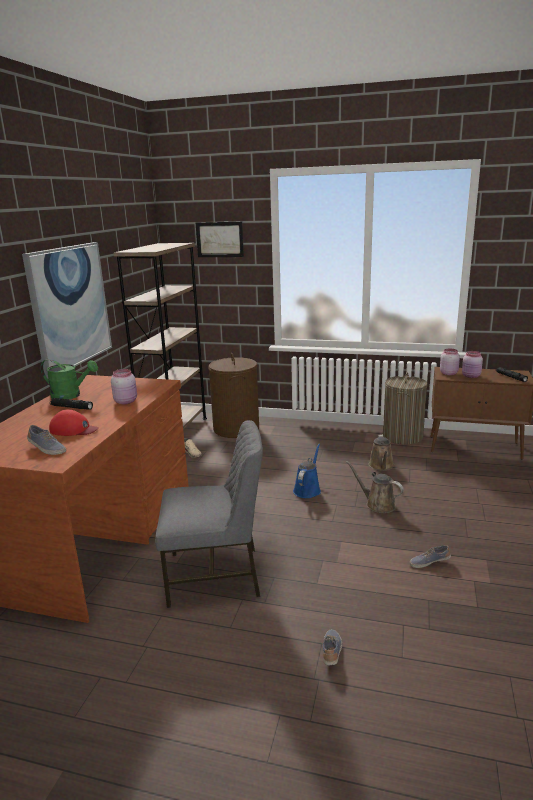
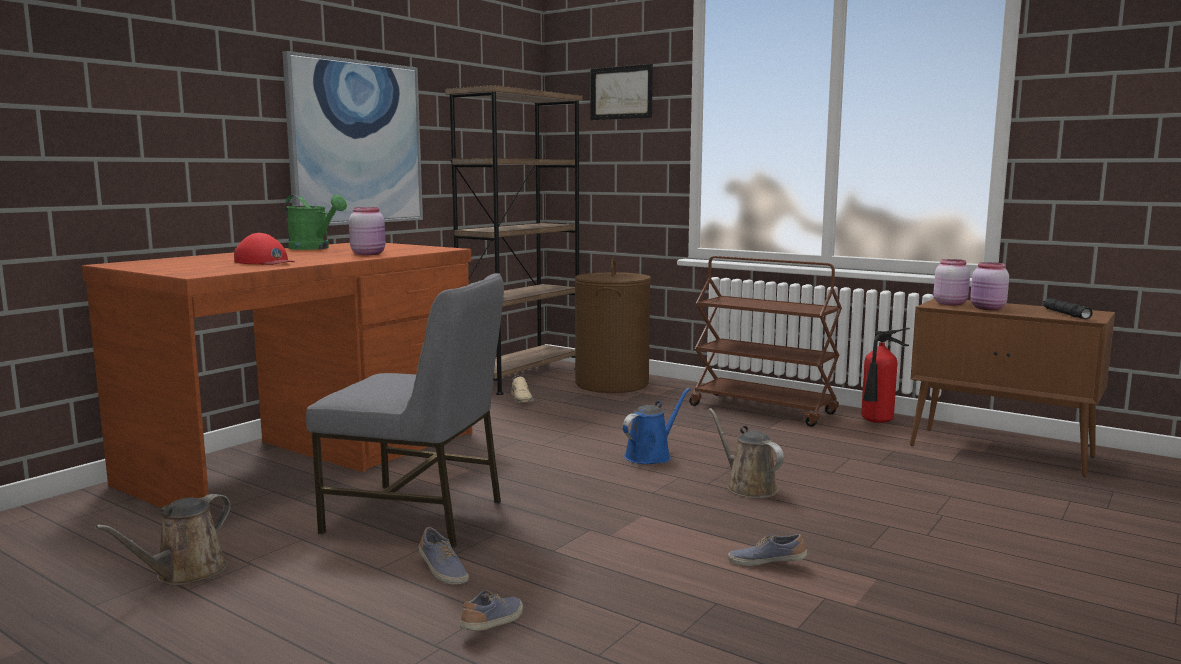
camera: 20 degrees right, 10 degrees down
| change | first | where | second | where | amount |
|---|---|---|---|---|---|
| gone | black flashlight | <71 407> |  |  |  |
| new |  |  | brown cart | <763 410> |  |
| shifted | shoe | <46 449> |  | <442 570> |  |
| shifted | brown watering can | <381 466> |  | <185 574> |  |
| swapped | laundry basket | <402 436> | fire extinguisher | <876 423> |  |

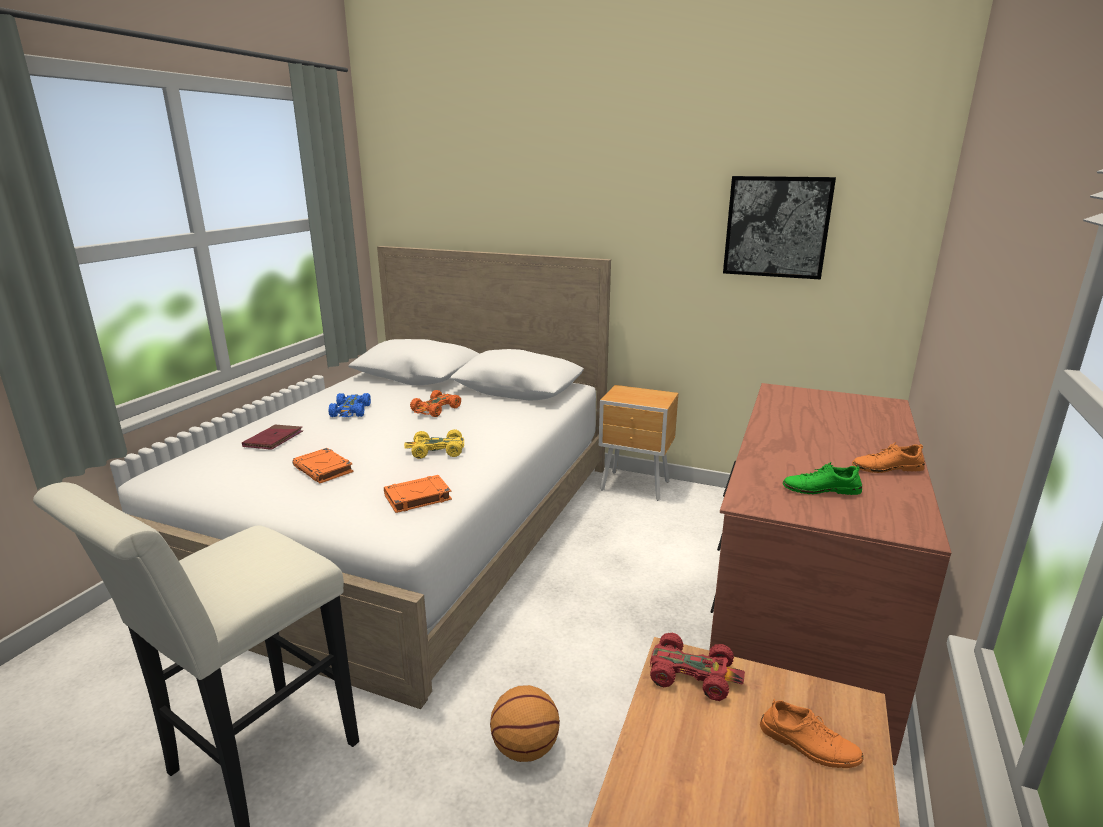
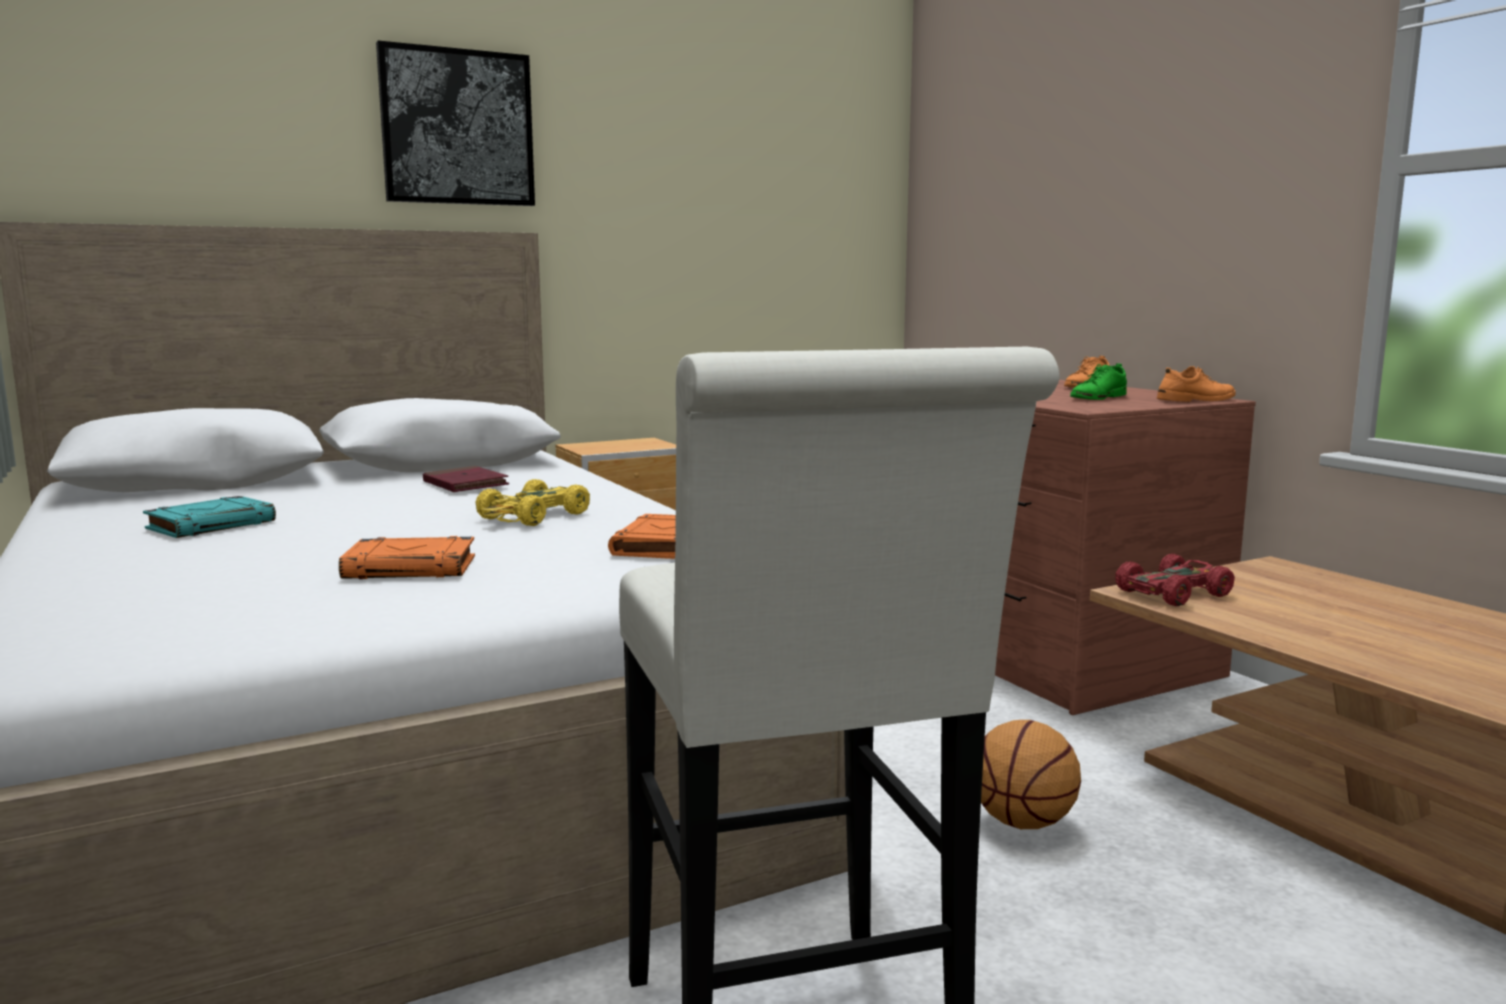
camera: 50 degrees left, 10 degrees down
| change | first | where | second | where | amount |
|---|---|---|---|---|---|
| gone | orange toy car | <435 409> |  |  |  |
| shifted | red book | <273 440> |  | <465 485> |  |
| shifted | picture | <777 227> |  | <457 128> |  |
| shifted | orange shoe | <808 744> |  | <1196 400> |  |
| swapped | blue toy car | <351 411> | turquoise book | <212 525> |  |

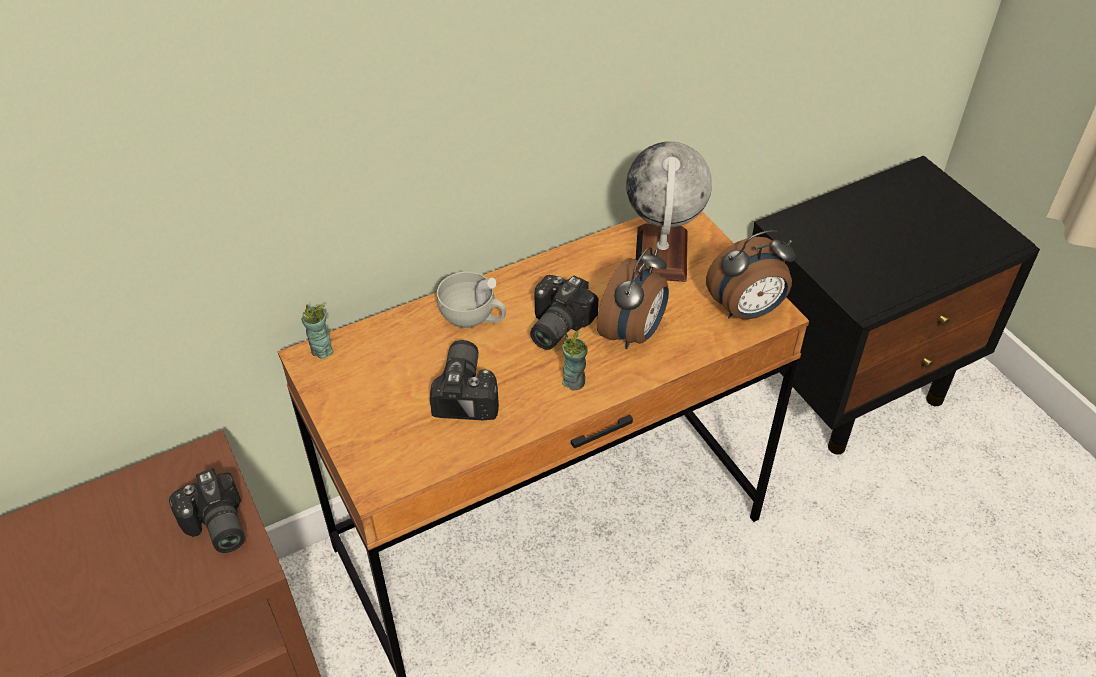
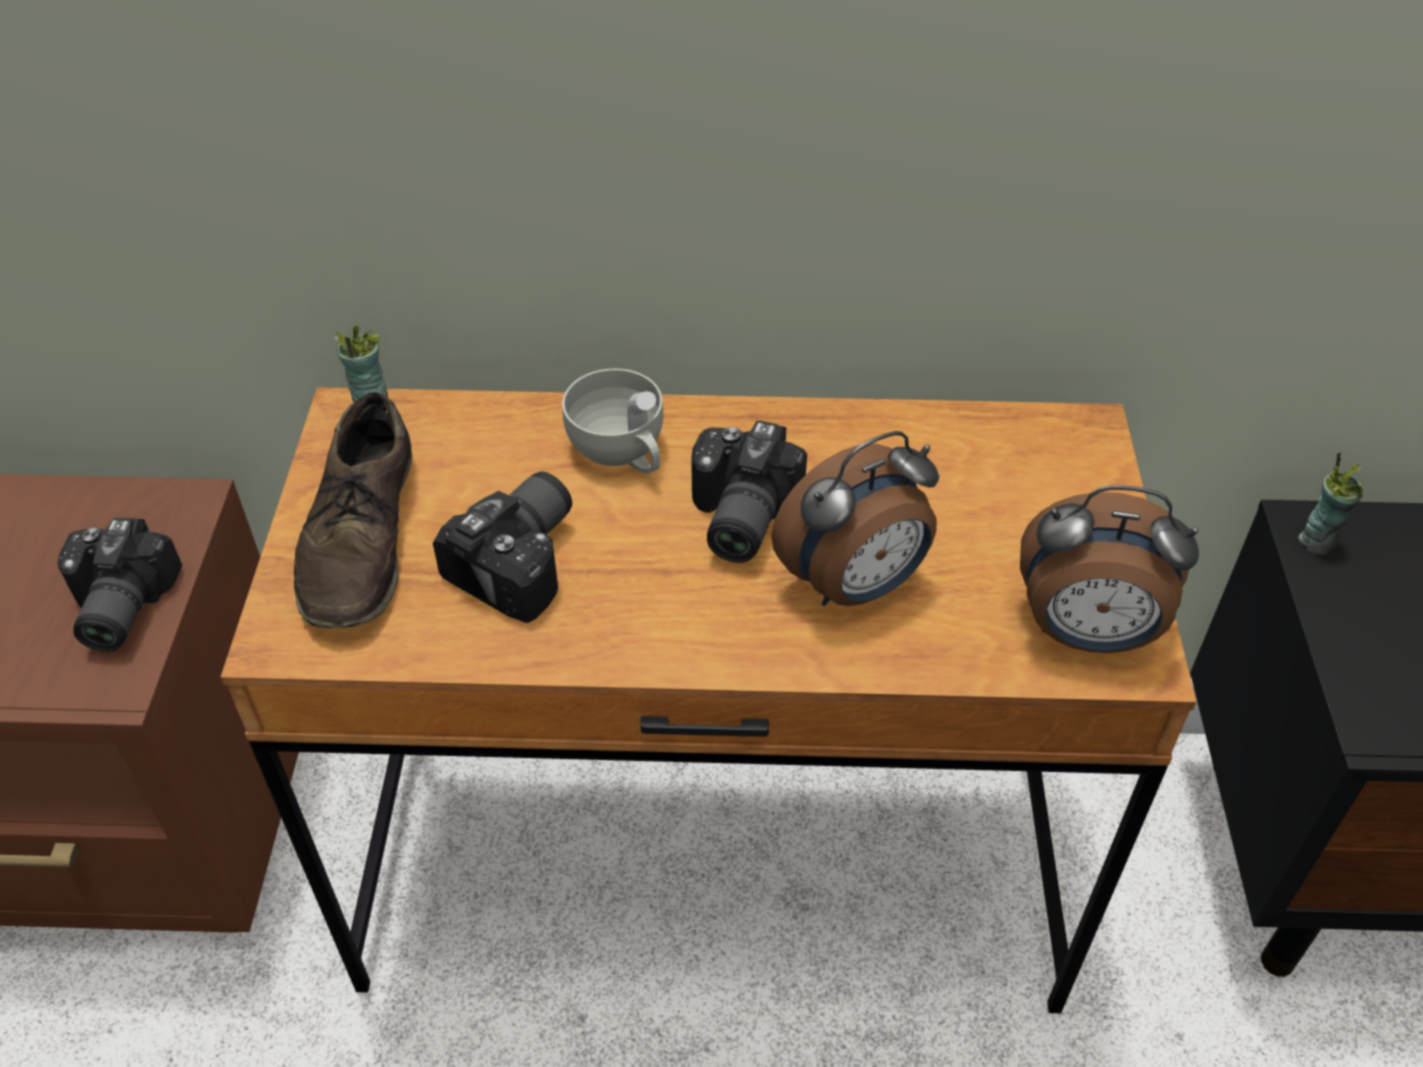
camera: 30 degrees right, 0 degrees up
| change | first | where | second | where | amount |
|---|---|---|---|---|---|
| gone | globe | <661 254> |  |  |  |
| new |  |  | brown shoe | <362 538> |  |
| shifted | cup | <574 381> |  | <1317 541> |  |
| rotated | photo camera | <554 325> |  | <735 517> | 45 degrees counterclockwise |

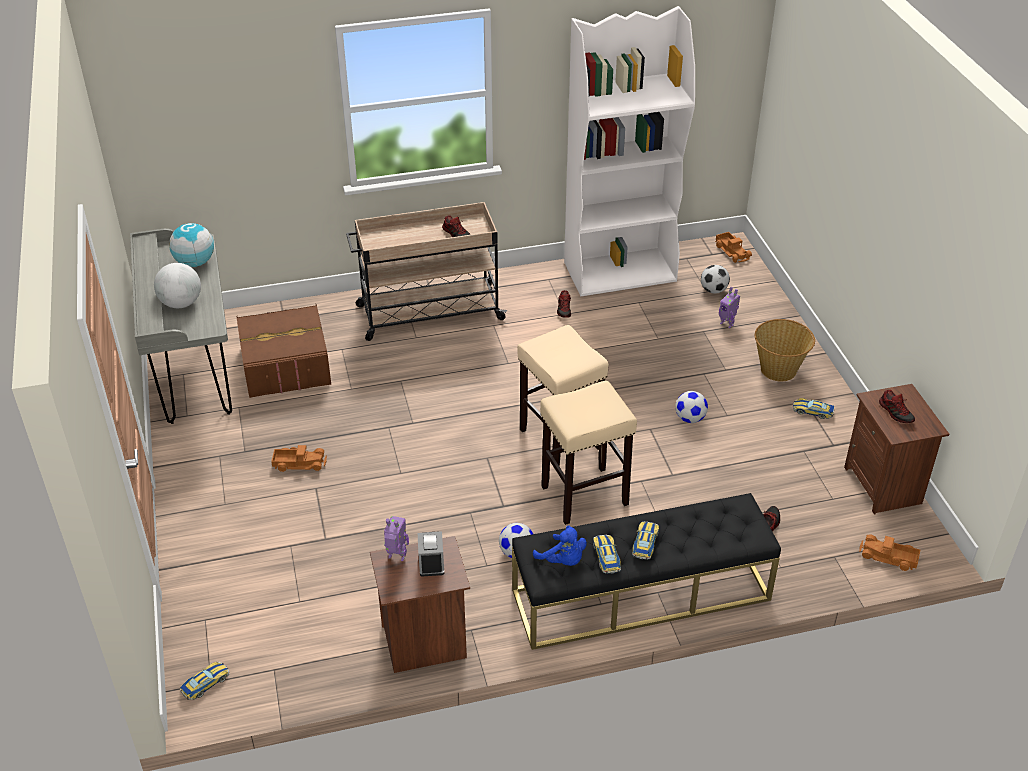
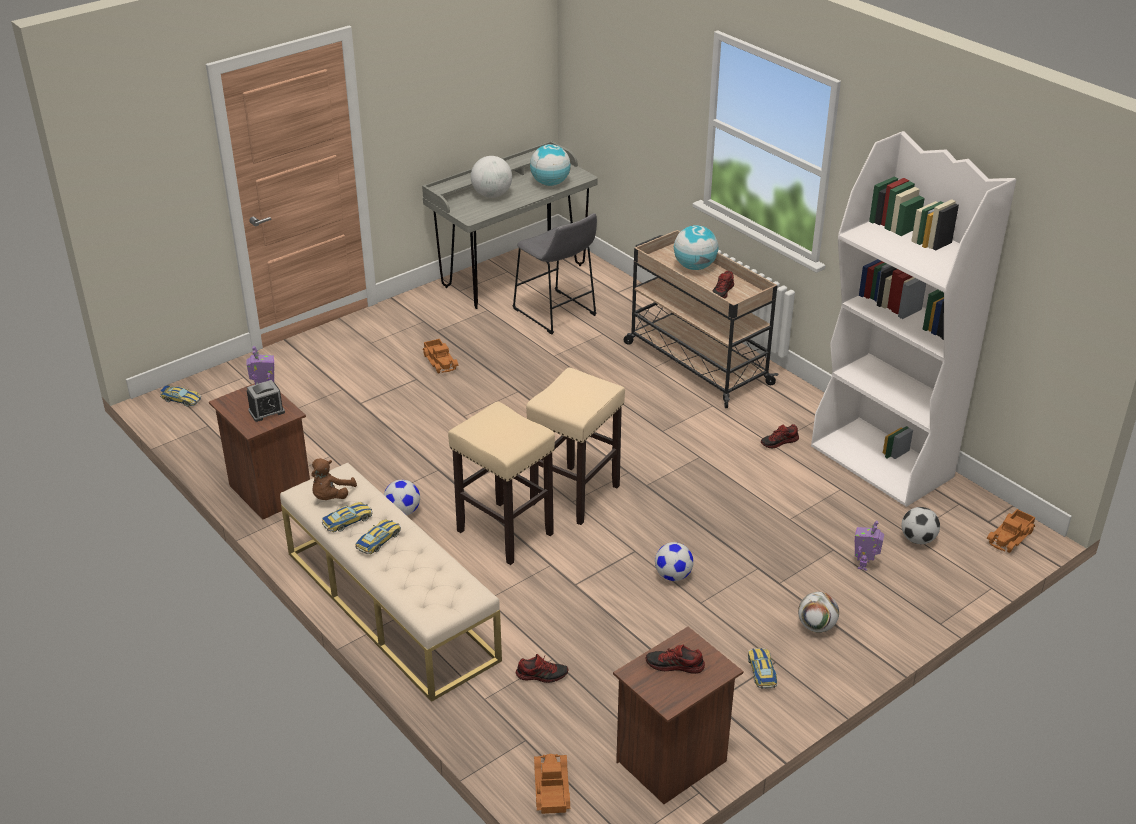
camera: 65 degrees right, 5 degrees down
| change | first | where | second | where | amount |
|---|---|---|---|---|---|
| new |  |  | globe | <694 267> |  |
| swapped | brown storage box | <286 366> | grey stool | <556 314> |  |
| swapped | basket | <779 369> | football | <816 626> |  |
| repainted | black bench | <640 595> | beige bench | <390 605> |  |
| repainted | blue plush toy | <563 560> | brown plush toy | <331 497> |  |
| rotated | toy car | <645 543> |  | <378 540> | 45 degrees counterclockwise |
| rotated | shoe | <896 412> |  | <674 665> | 60 degrees clockwise |

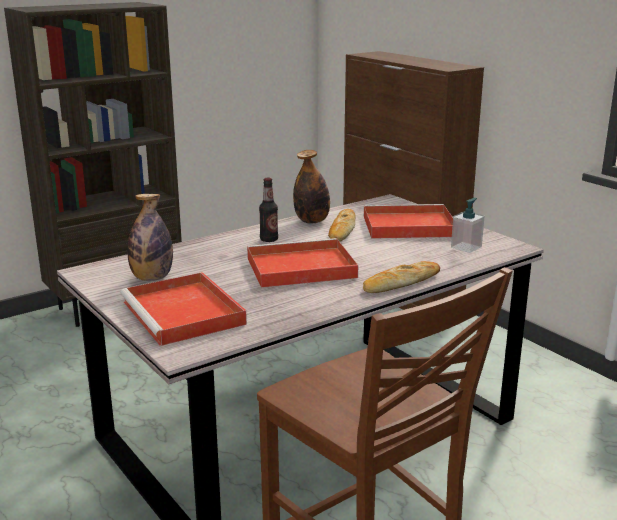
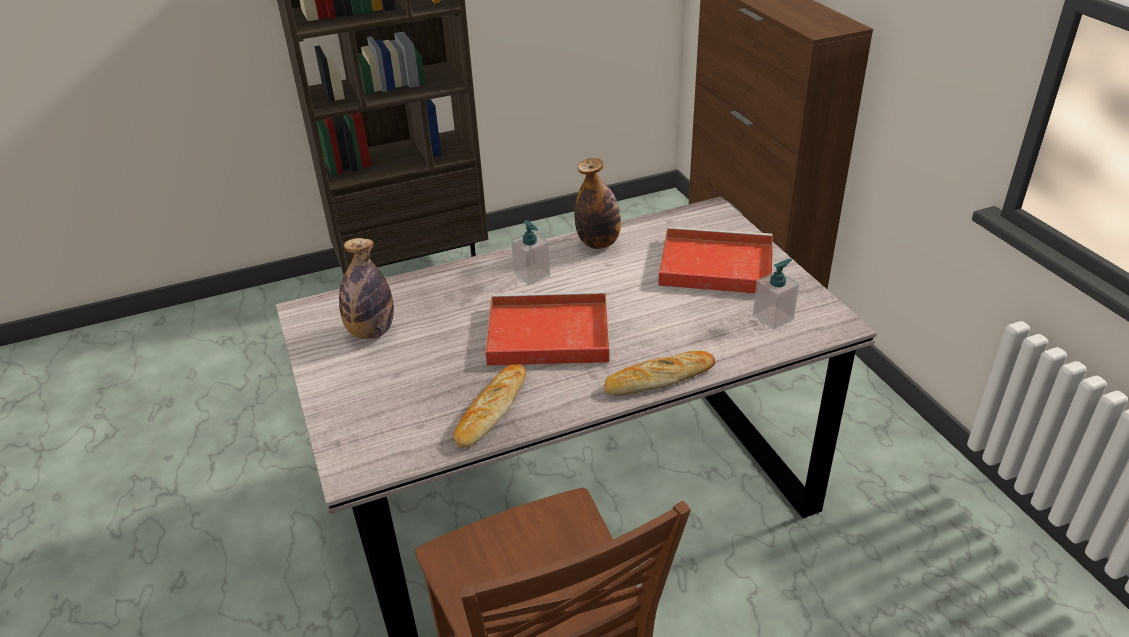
camera: 15 degrees right, 15 degrees up
| change | first | where | second | where | amount |
|---|---|---|---|---|---|
| gone | red tray | <185 314> |  |  |  |
| shifted | bread | <342 229> |  | <491 410> |  |
| swapped | bottle | <269 239> | soap dispenser | <532 274> |  |

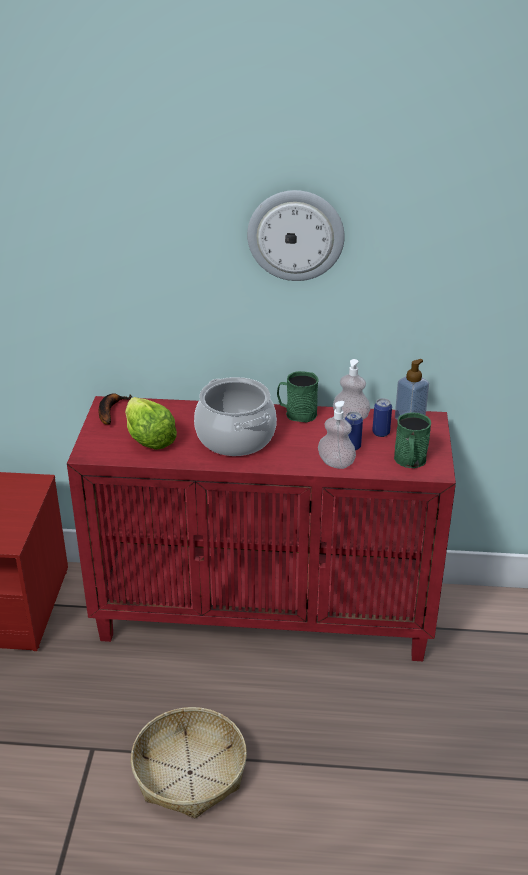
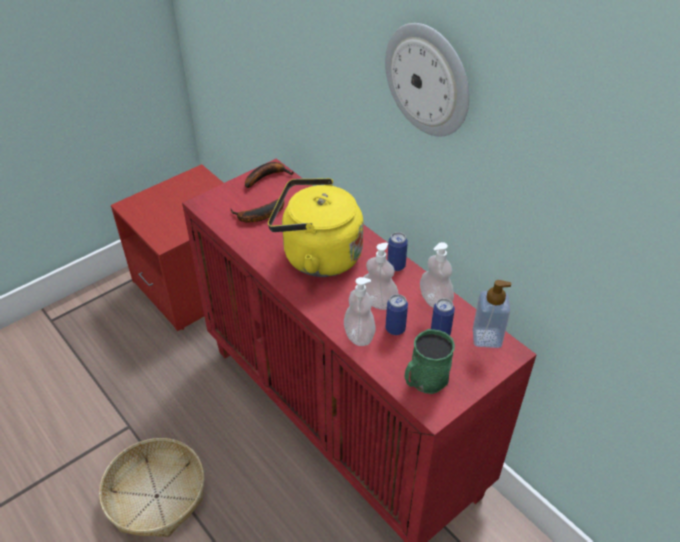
camera: 45 degrees right, 10 degrees up
| change | first | where | second | where | amount |
|---|---|---|---|---|---|
| new |  |  | soap dispenser | <378 301> |  |
| swapped | lettuce | <148 438> | banana | <258 216> |  |
| swapped | cooking pot | <235 437> | yellow kettle | <317 256> |  |
| swapped | green mug | <297 413> | can | <396 266> |  |

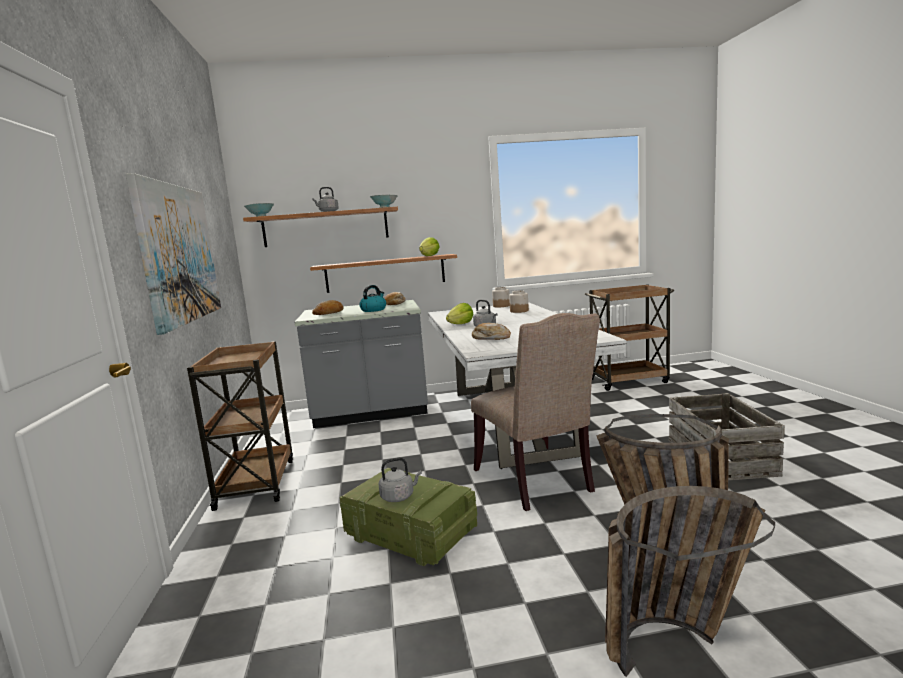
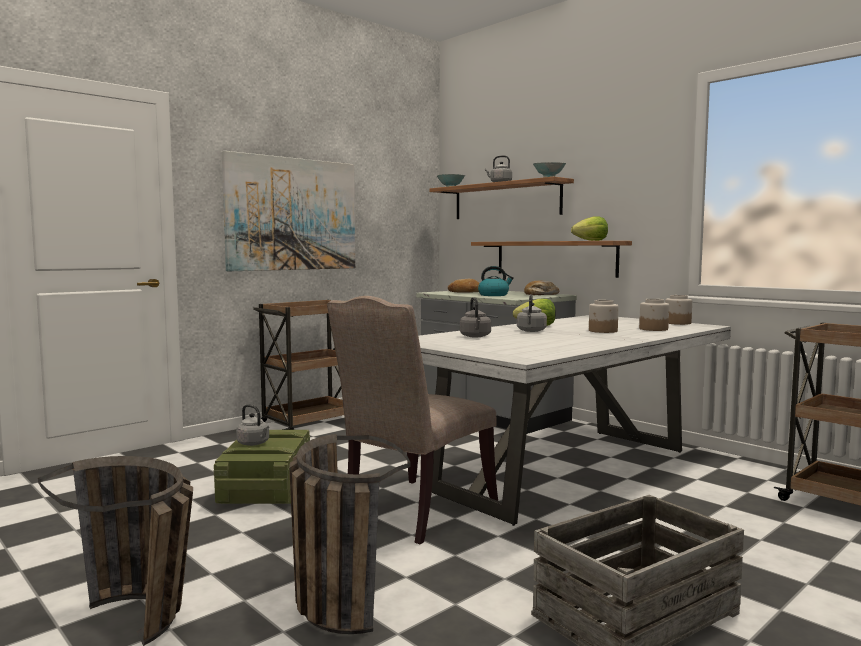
camera: 55 degrees right, 5 degrees down
| change | first | where | second | where | amount |
|---|---|---|---|---|---|
| new |  |  | jar | <603 331> |  |
| swapped | bread | <491 338> | grey kettle | <475 336> |  |

